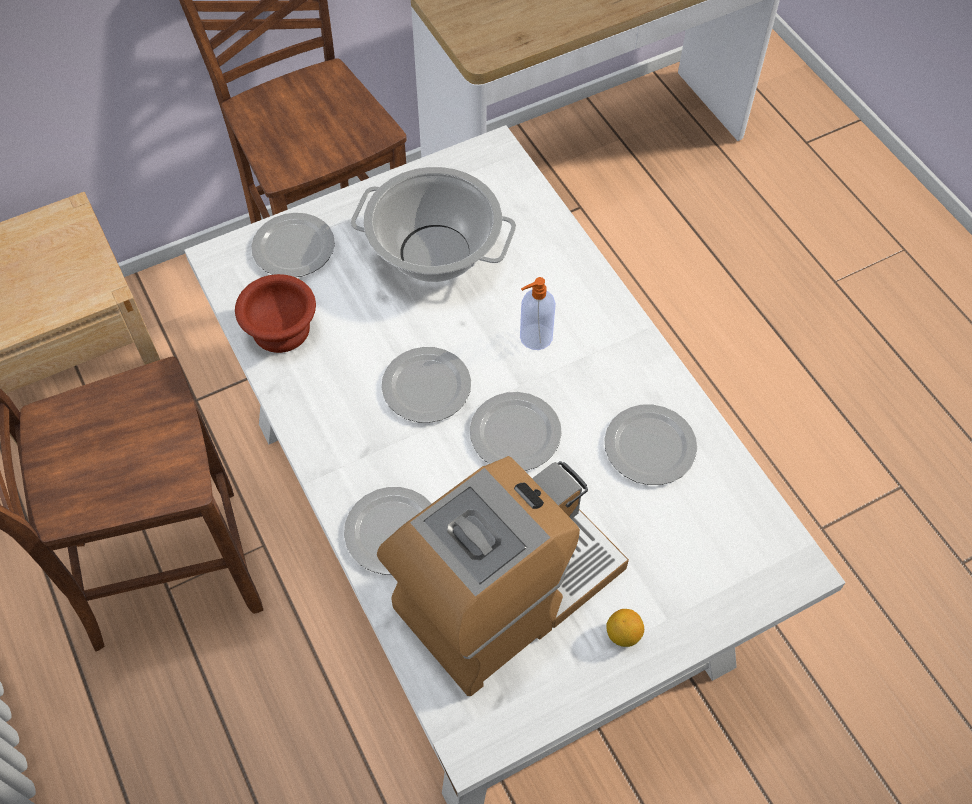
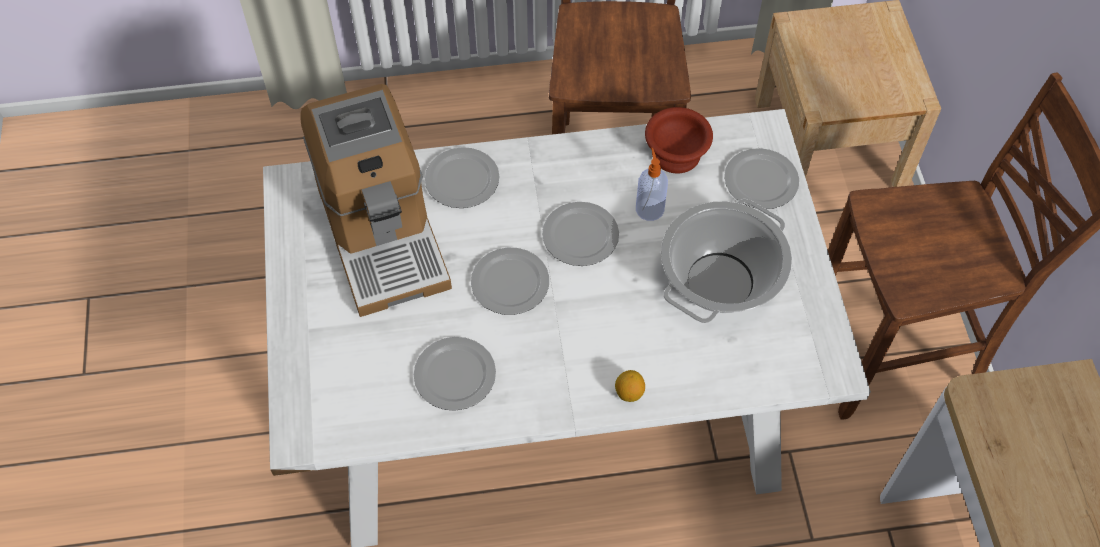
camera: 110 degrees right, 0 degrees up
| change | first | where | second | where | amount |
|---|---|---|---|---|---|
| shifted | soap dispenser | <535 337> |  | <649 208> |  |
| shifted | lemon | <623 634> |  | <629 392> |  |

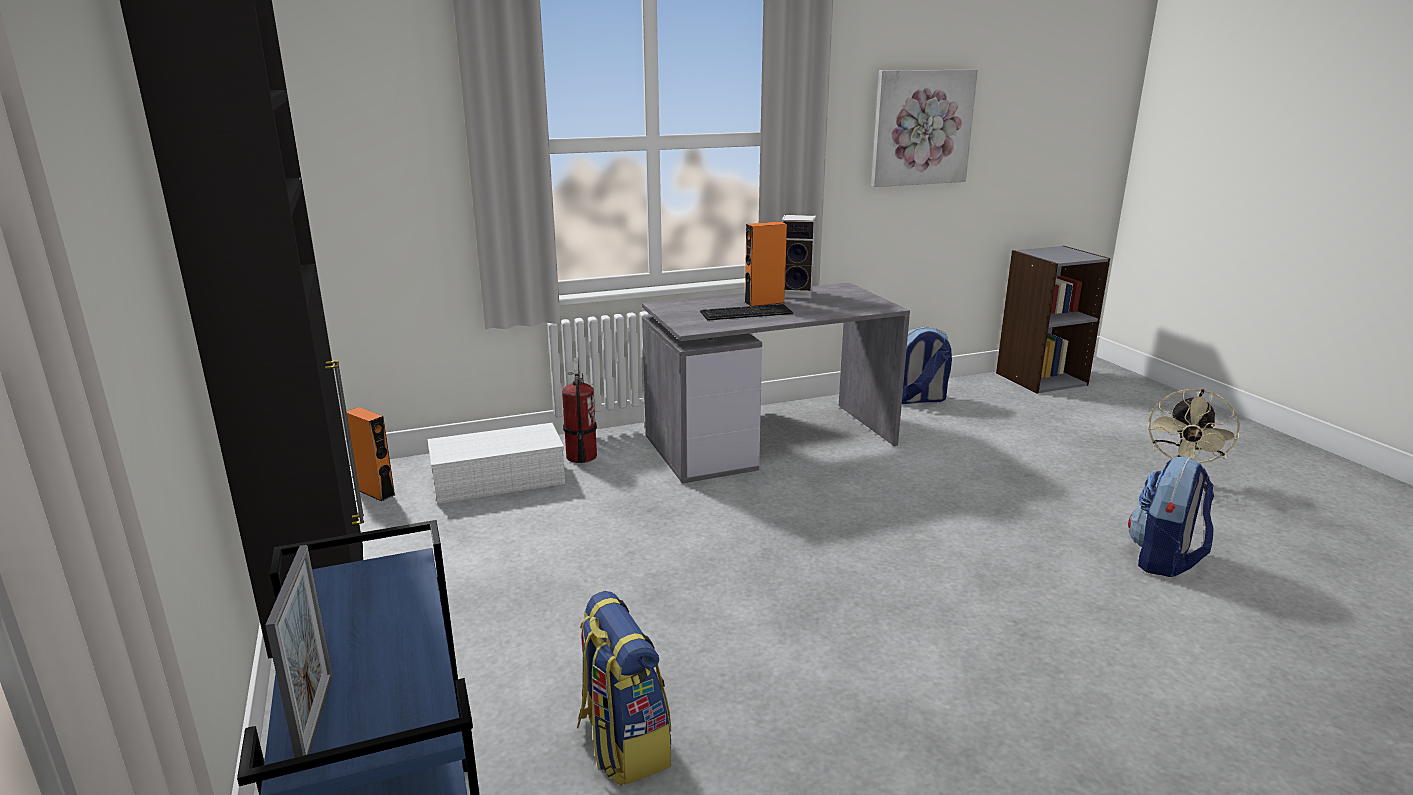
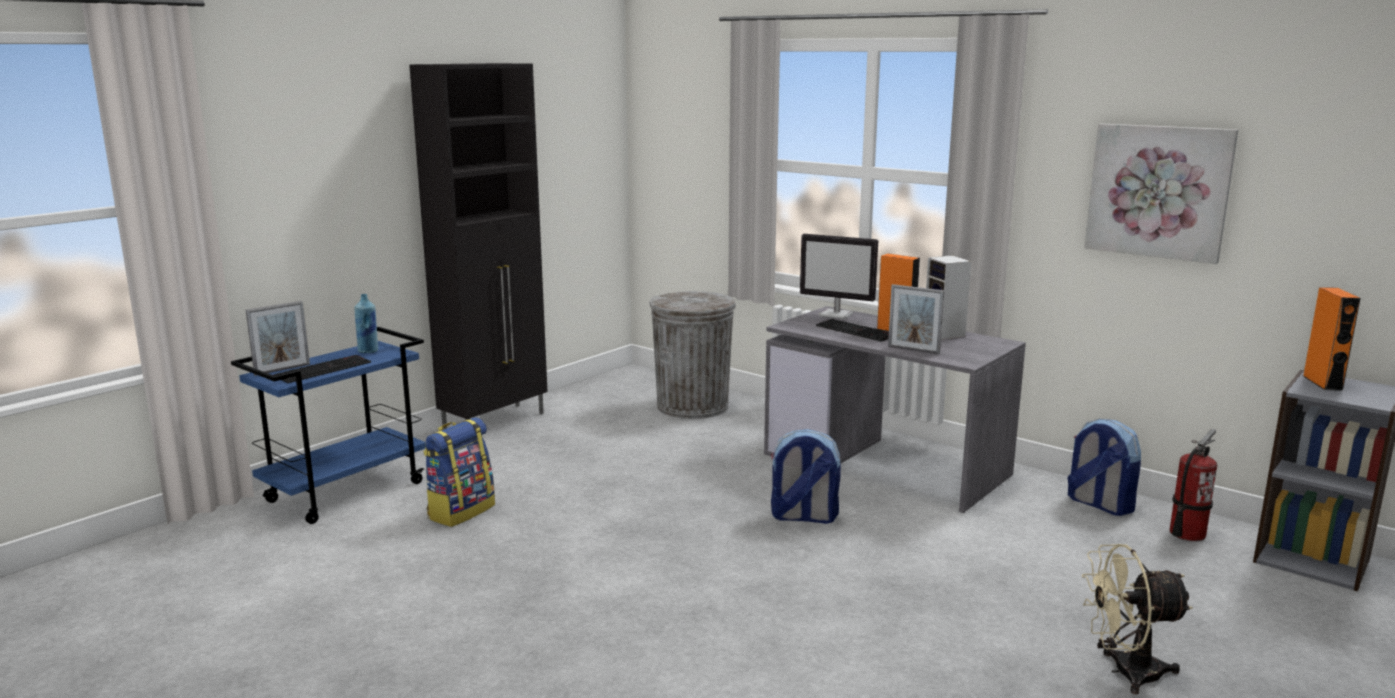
camera: 60 degrees right, 5 degrees down
| change | first | where | second | where | amount |
|---|---|---|---|---|---|
| new |  |  | keyboard | <323 369> |  |
| new |  |  | blue bottle | <368 351> |  |
| new |  |  | monitor | <837 315> |  |
| new |  |  | picture frame | <913 350> |  |
| shifted | orange speaker | <375 492> |  | <1322 383> |  |
| shifted | fire extinguisher | <581 457> |  | <1186 533> |  |
| shifted | backpack | <1164 560> |  | <803 517> |  |
| swapped | white storage box | <500 479> | grey trash can | <693 406> |  |

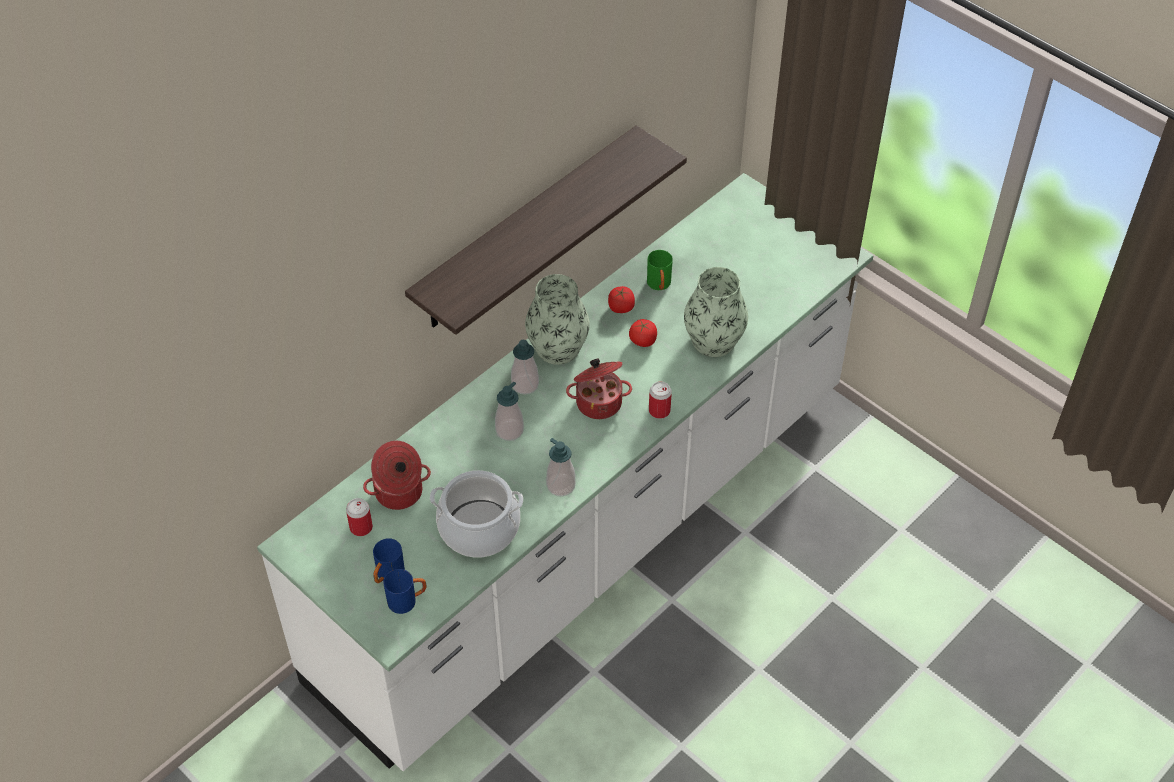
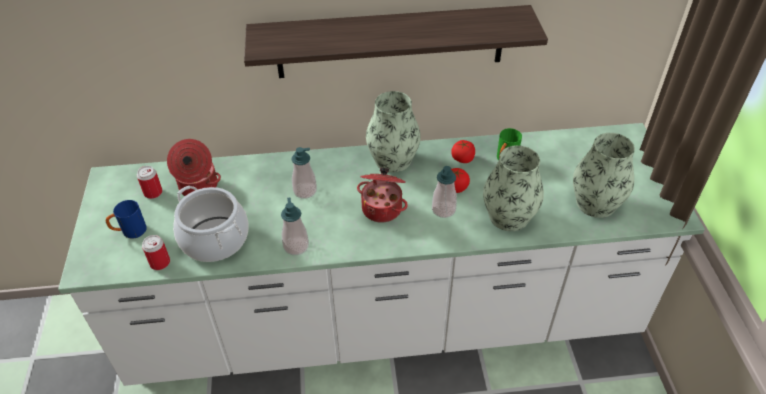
camera: 40 degrees right, 5 degrees down
| change | first | where | second | where | amount |
|---|---|---|---|---|---|
| gone | blue mug | <407 600> |  |  |  |
| new |  |  | vase | <595 203> |  |
| shifted | soap dispenser | <525 385> |  | <443 210> |  |
| shifted | can | <659 411> |  | <160 263> |  |

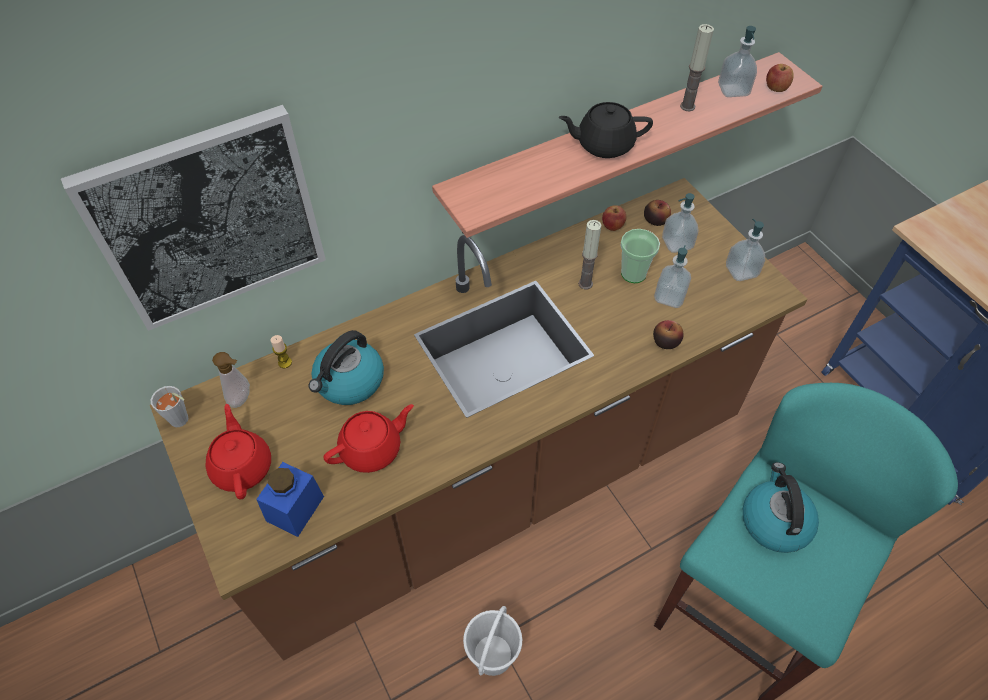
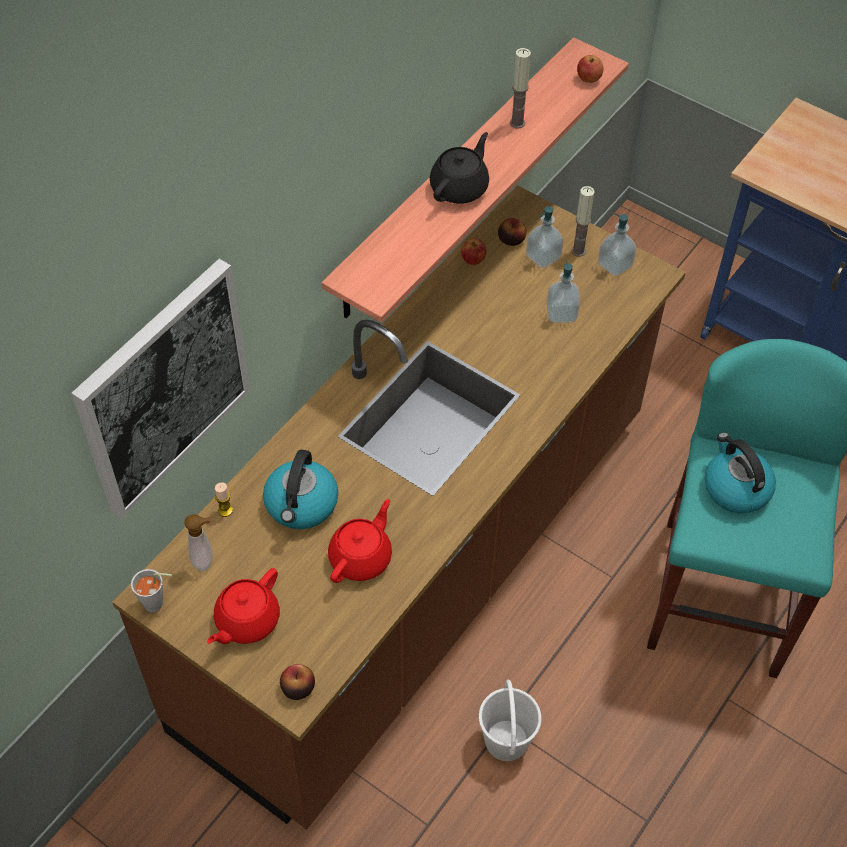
camera: 25 degrees left, 0 degrees up
| change | first | where | second | where | amount |
|---|---|---|---|---|---|
| gone | blue jar | <295 508> |  |  |  |
| gone | cup | <633 273> |  |  |  |
| gone | soap dispenser | <733 90> |  |  |  |
| shifted | candle | <585 283> |  | <578 251> |  |
| shifted | apple | <666 341> |  | <298 687> |  |
| rotated | red teapot | <242 466> |  | <246 620> | 105 degrees counterclockwise |
| rotated | black teapot | <603 144> |  | <460 187> | 150 degrees clockwise |

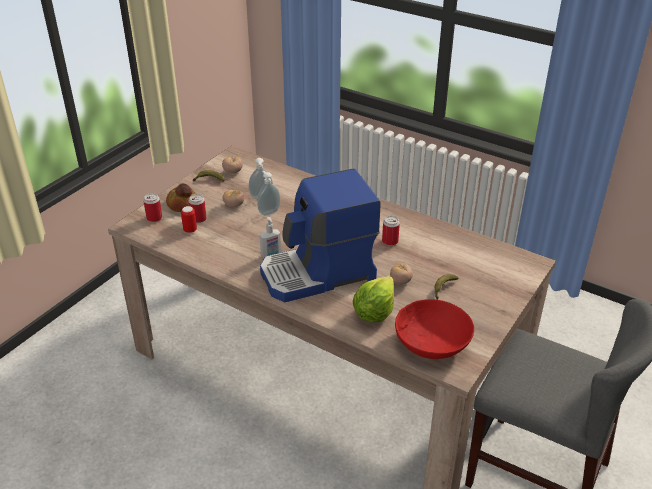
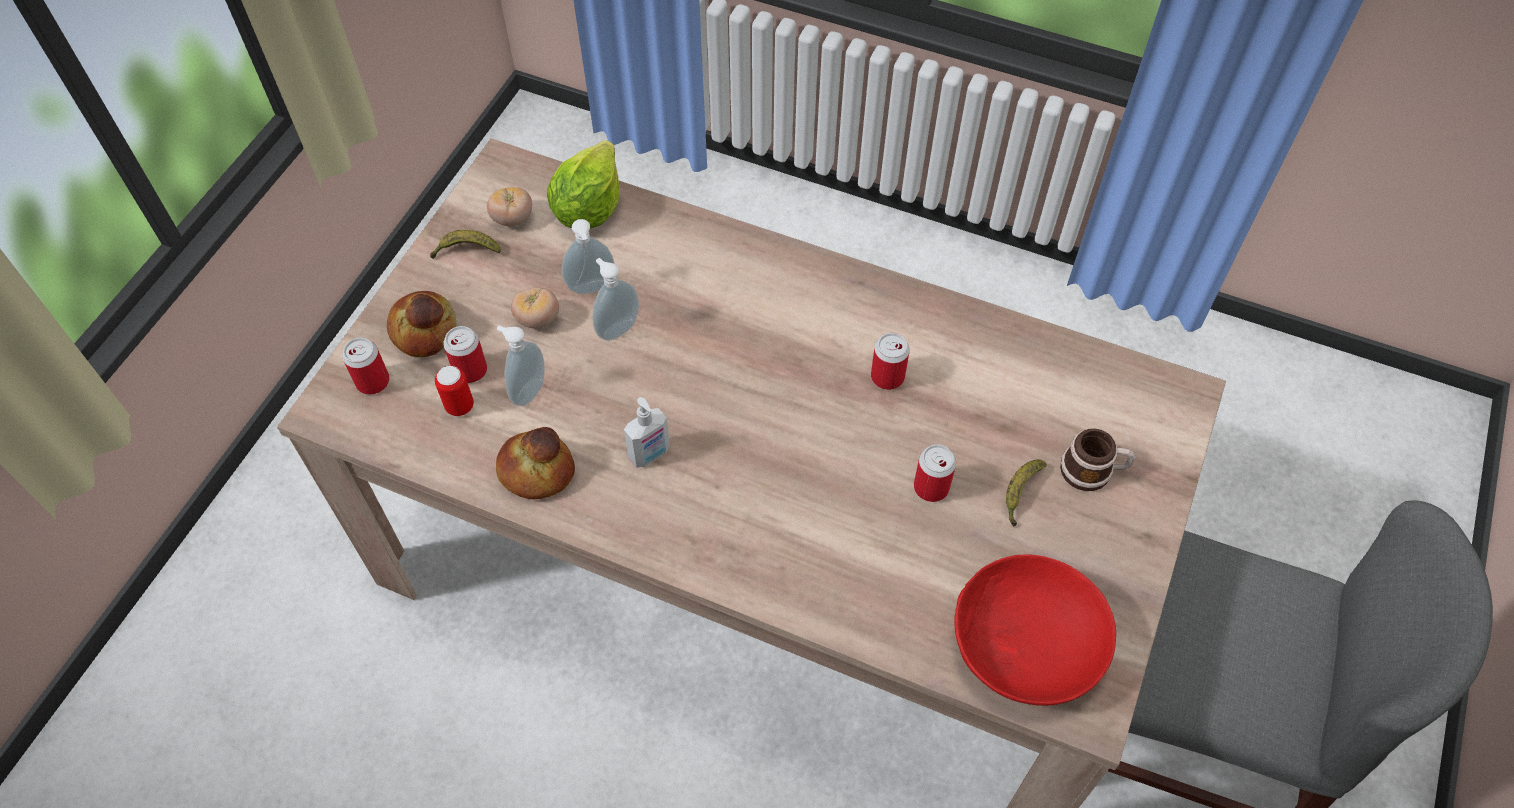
camera: 10 degrees left, 20 degrees up
| change | first | where | second | where | amount |
|---|---|---|---|---|---|
| gone | coffee machine | <318 274> |  |  |  |
| new |  |  | bread | <537 470> |  |
| new |  |  | soap dispenser | <527 390> |  |
| new |  |  | mug | <1093 471> |  |
| shifted | lettuce | <374 312> |  | <588 208> |  |
| swapped | tomato | <400 281> | can | <931 487> |  |

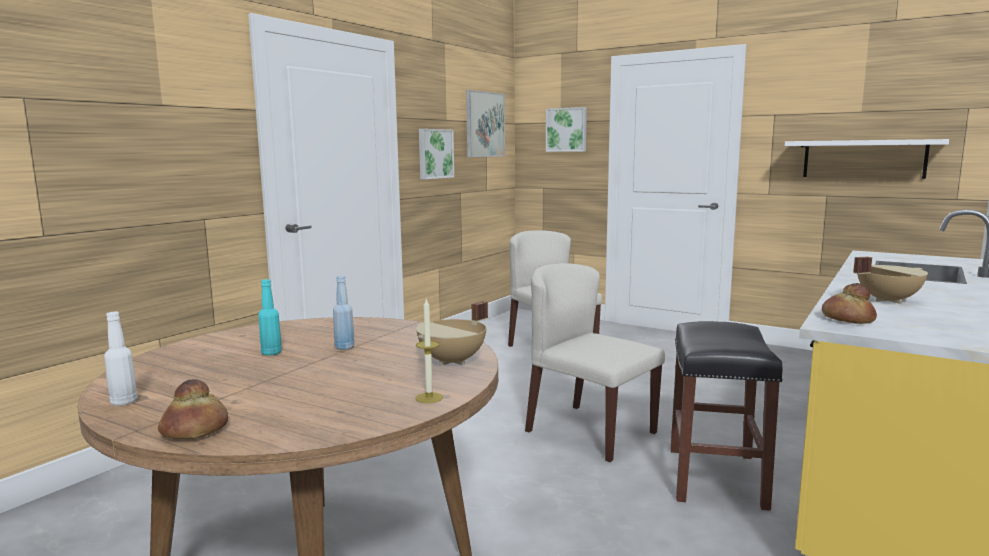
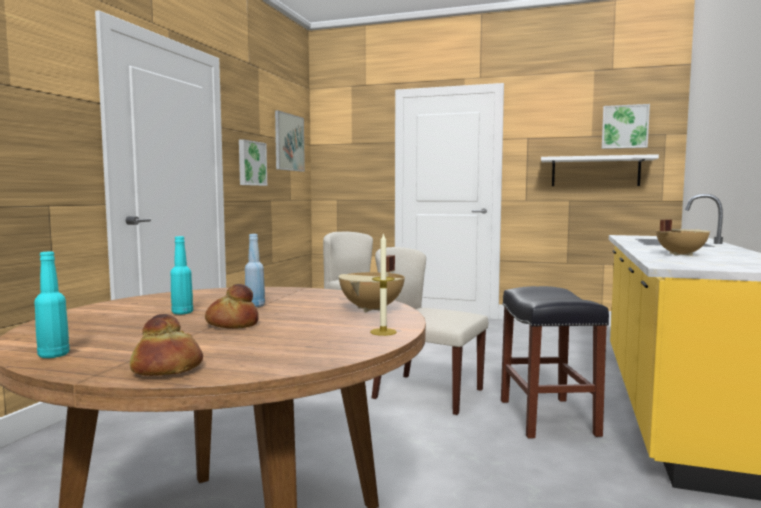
camera: 15 degrees left, 5 degrees down
| change | first | where | second | where | amount |
|---|---|---|---|---|---|
| shifted | picture | <566 129> |  | <624 127> |  |
| shifted | bread | <847 319> |  | <233 324> |  |
| repainted | white bottle | <124 402> | turquoise bottle | <54 355> |  |

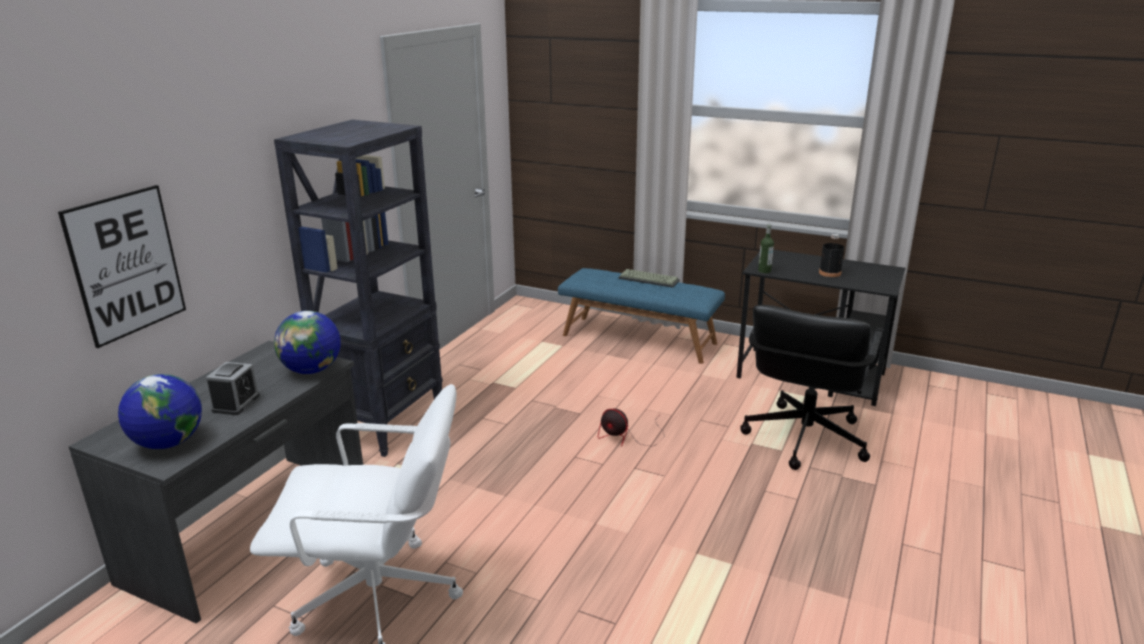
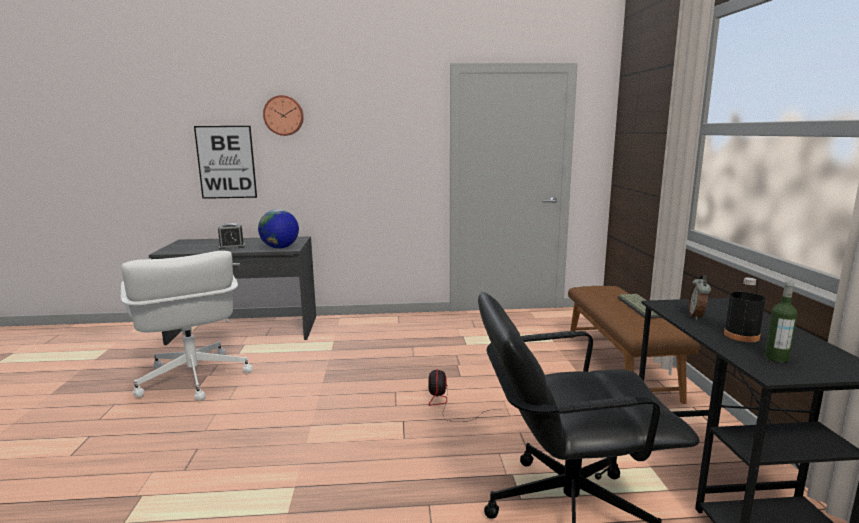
camera: 60 degrees right, 10 degrees down
| change | first | where | second | where | amount |
|---|---|---|---|---|---|
| gone | globe | <168 443> |  |  |  |
| gone | black bookcase | <385 423> |  |  |  |
| new |  |  | wall clock | <284 115> |  |
| new |  |  | alarm clock | <697 316> |  |
| shifted | bottle | <764 271> |  | <776 358> |  |
| repainted | blue bench | <639 339> | brown bench | <620 365> |  |

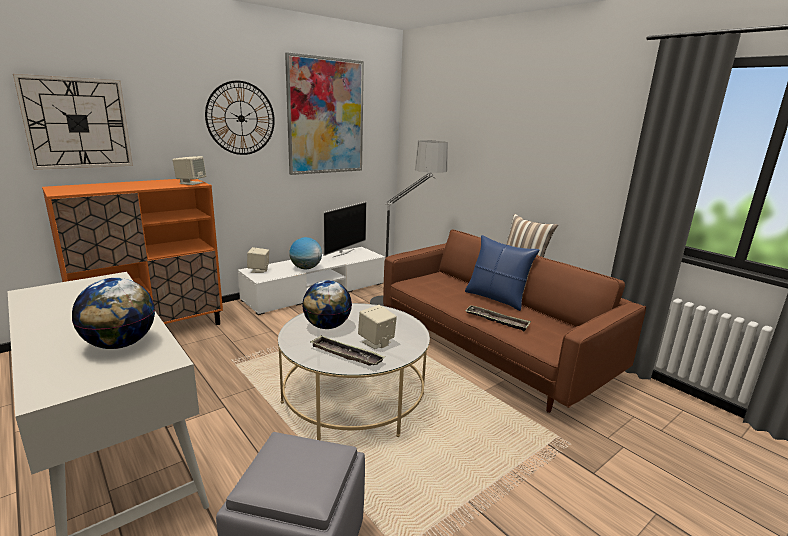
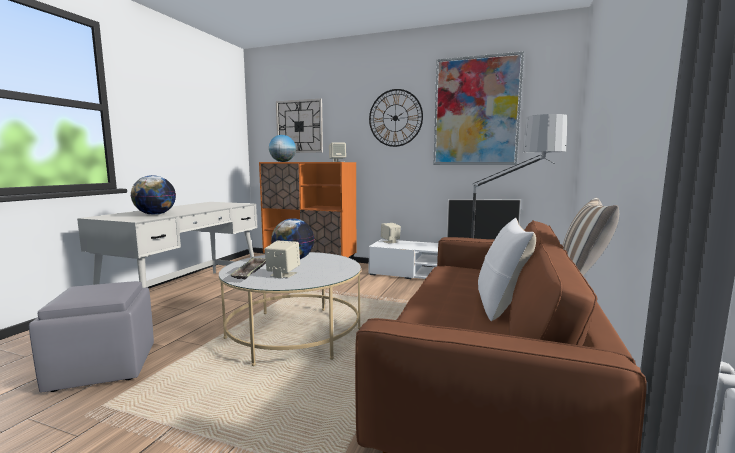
camera: 60 degrees right, 10 degrees down
| change | first | where | second | where | amount |
|---|---|---|---|---|---|
| gone | tray | <496 321> |  |  |  |
| shifted | globe | <306 268> |  | <283 162> |  |
| repainted | blue pillow | <496 298> | white pillow | <500 305> |  |

